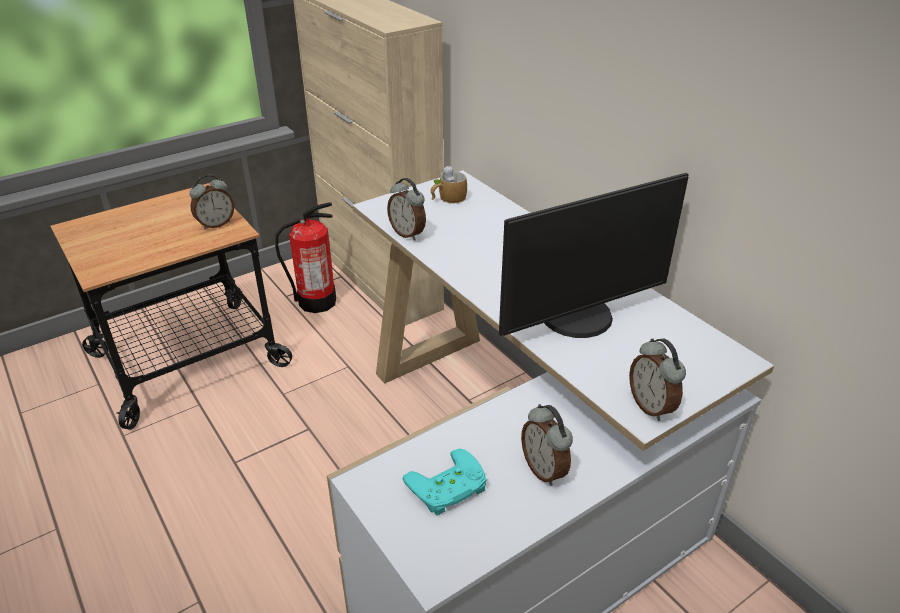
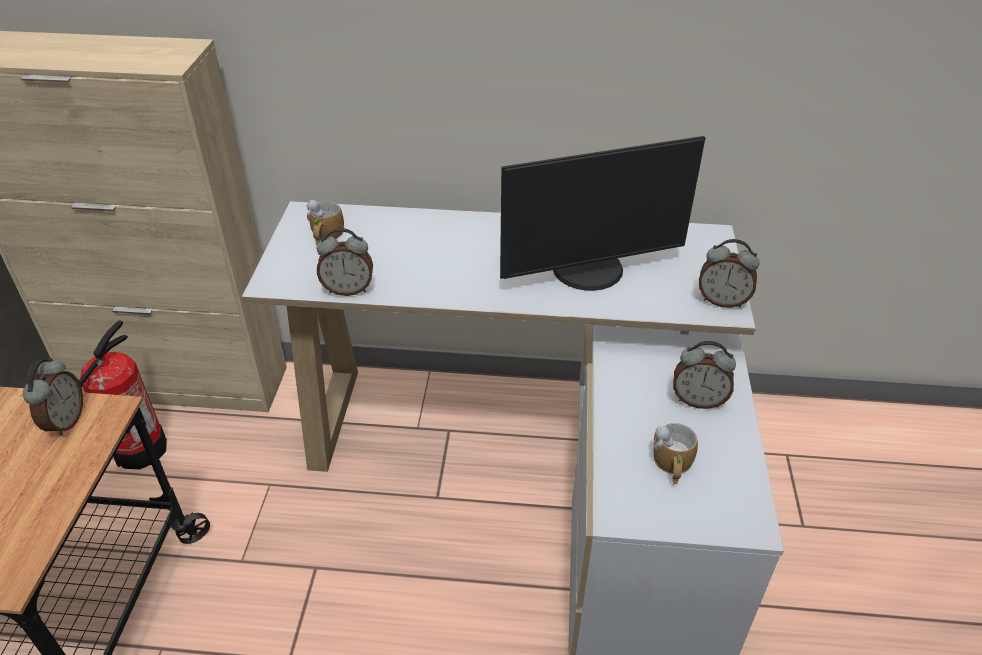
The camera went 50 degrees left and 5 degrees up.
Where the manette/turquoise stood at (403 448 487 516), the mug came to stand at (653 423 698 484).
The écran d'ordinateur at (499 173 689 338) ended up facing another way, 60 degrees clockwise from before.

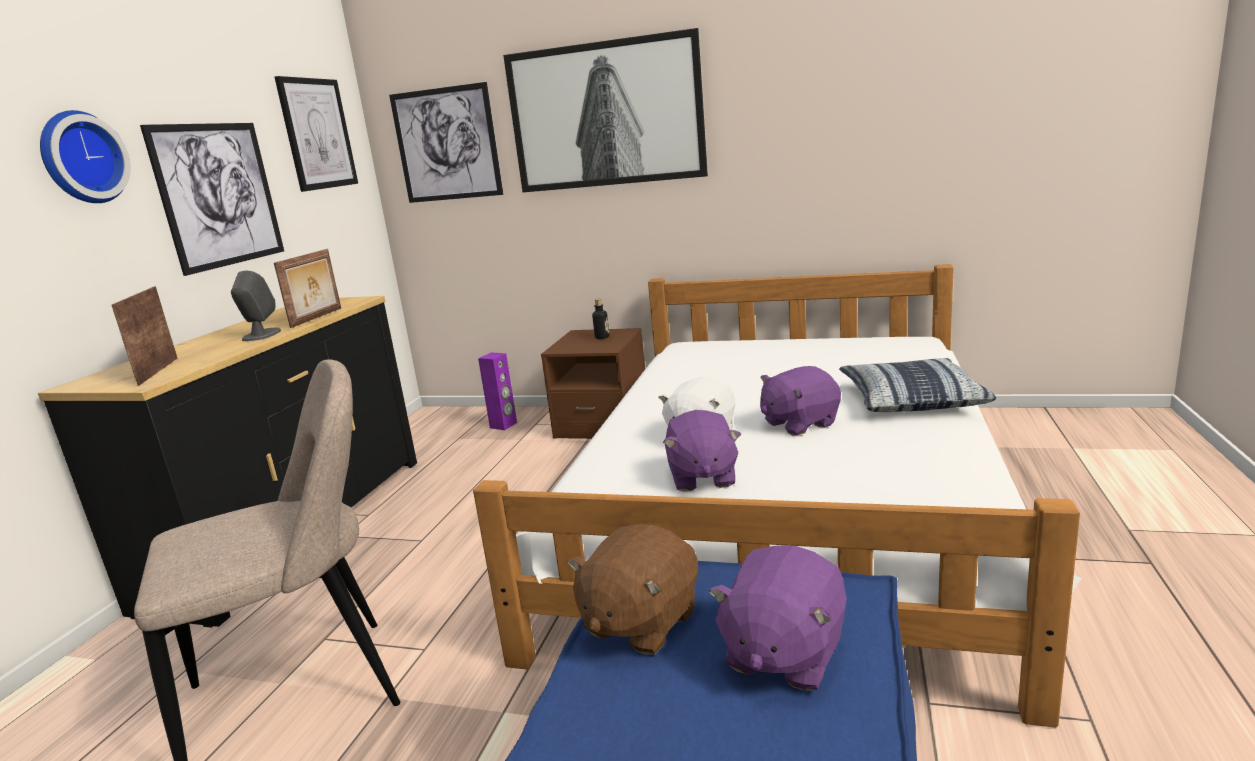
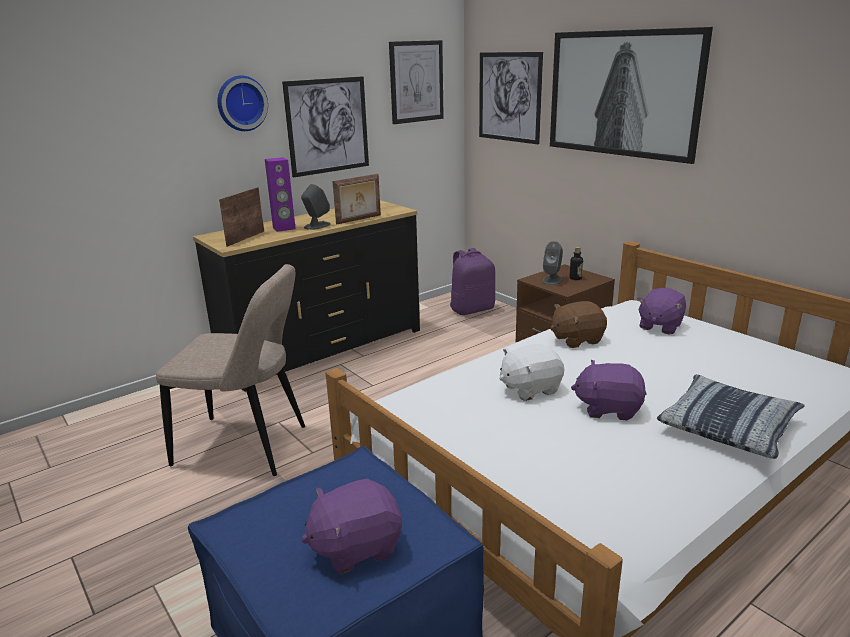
The camera went 35 degrees right and 5 degrees up.
The enceinte/violet ended up elsewhere, having gone from (478 353 517 430) to (265 157 296 232).
The peluche/marron ended up elsewhere, having gone from (567 524 698 655) to (550 301 607 348).
The peluche/violet ended up elsewhere, having gone from (663 410 741 491) to (638 288 686 334).
The second view gained the sac à dos/violet at (450 248 495 315).
The second view gained the enceinte/gris at (542 241 563 285).

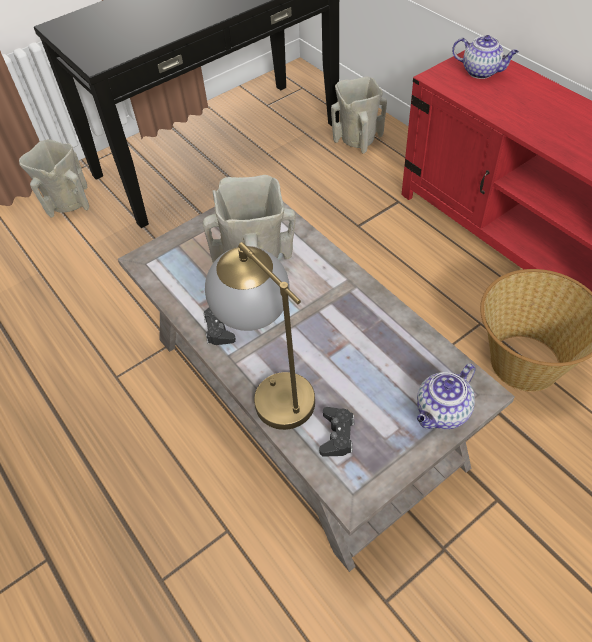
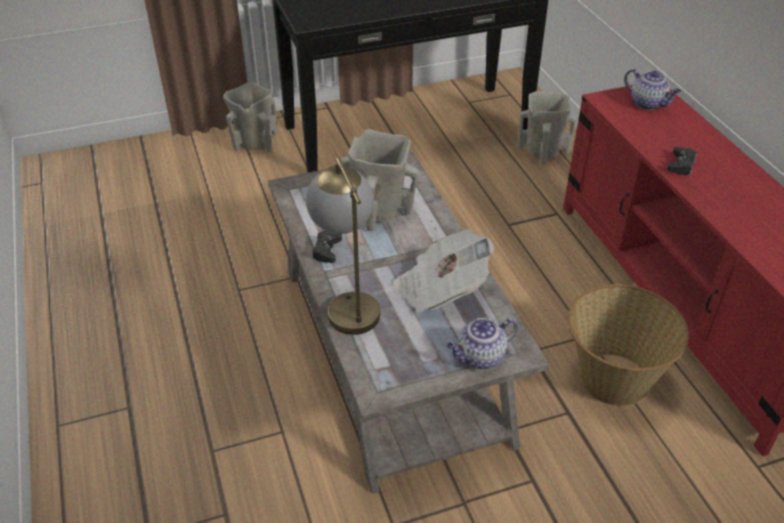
The camera went 15 degrees right and 10 degrees down.
The manette/noir ended up elsewhere, having gone from (319 407 355 457) to (667 147 697 175).
The second view gained the journal at (393 229 495 314).

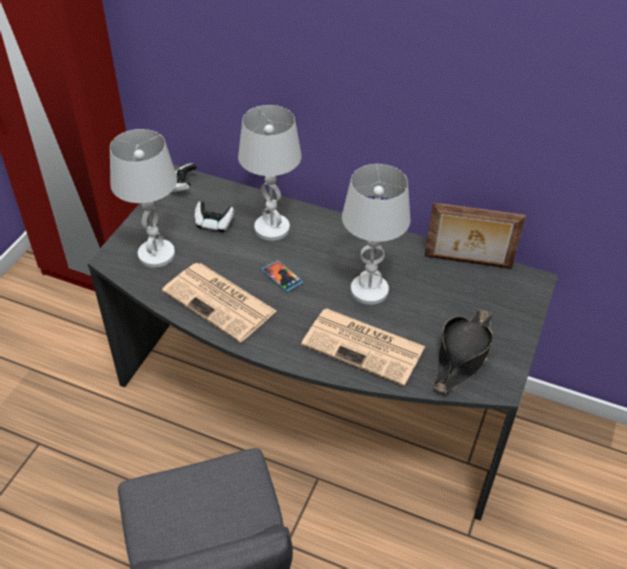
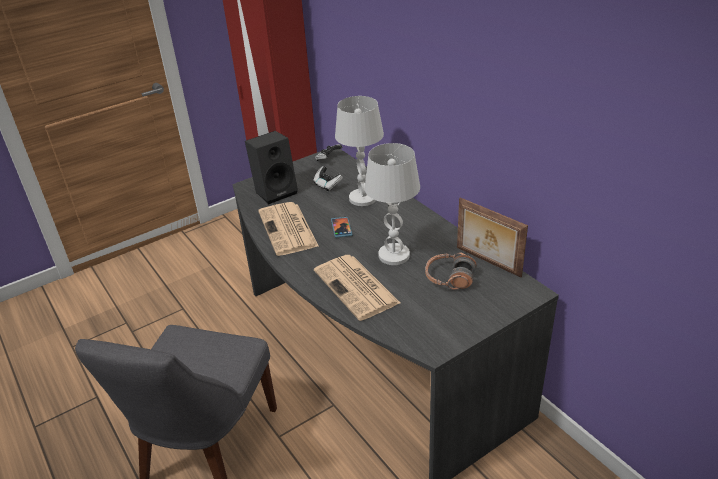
The camera went 35 degrees right and 10 degrees down.
Where the lampe de table/blanc stood at (110 129 177 268), the enceinte/noir came to stand at (245 131 298 204).
The second view lost the chapeau/noir at (434 309 493 394).
The second view gained the casque audio at (425 252 477 290).

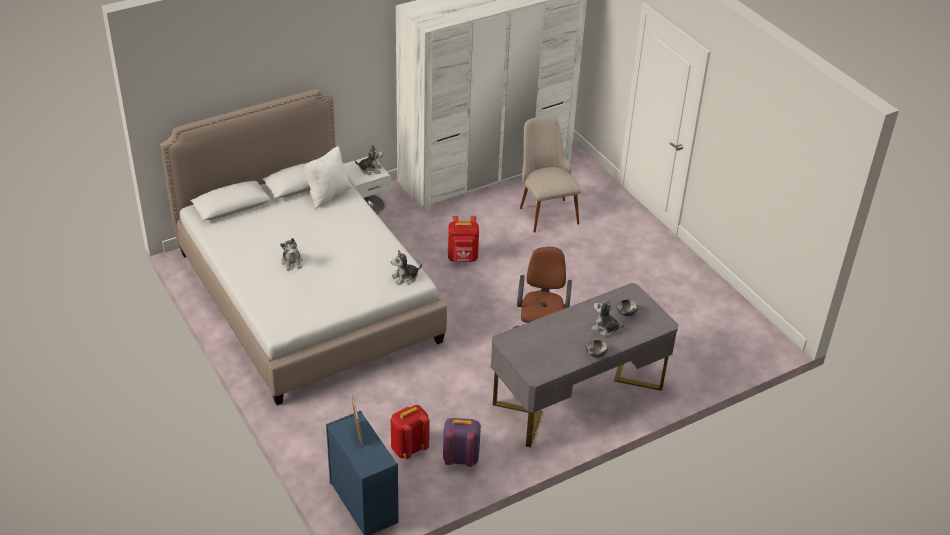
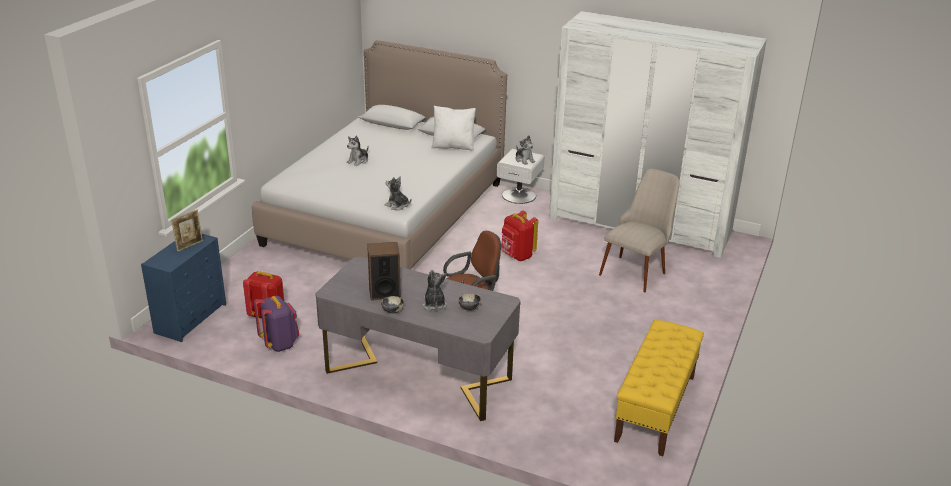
The camera went 55 degrees right and 10 degrees down.
The second view gained the enceinte at (367 242 401 300).
The second view gained the banc/jaune at (614 320 704 456).

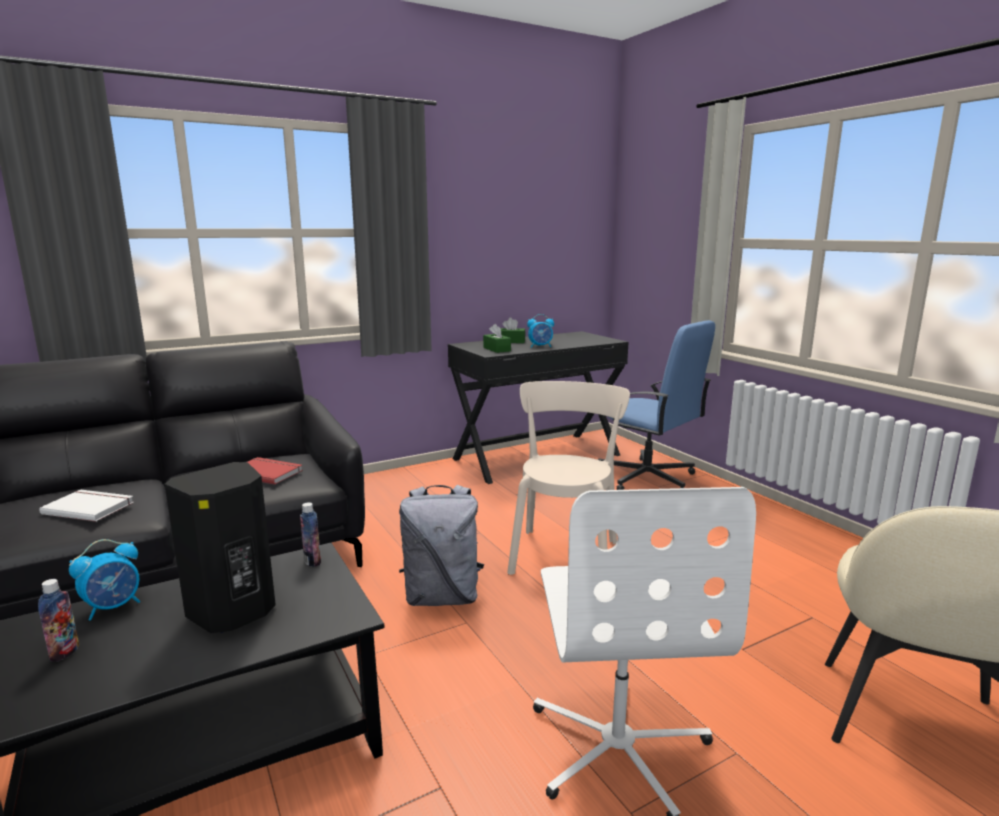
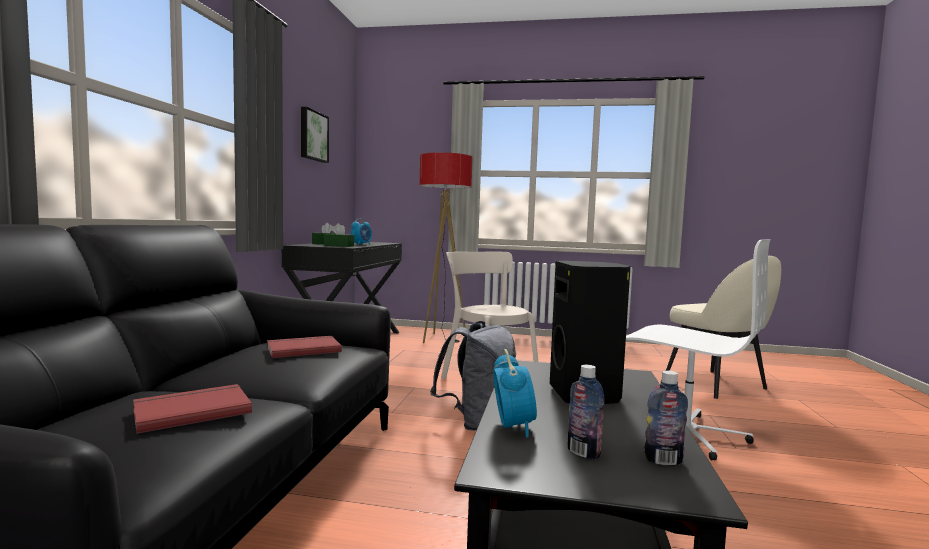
The camera went 50 degrees left and 10 degrees down.
What was the livre/blanc at (39 490 134 522) turned into the livre/rouge at (133 384 252 434).
The bouteille ended up elsewhere, having gone from (300 502 321 567) to (644 370 688 466).
Where the chaise de bureau/bleu stood at (597 320 715 490), the lampadaire came to stand at (420 152 473 343).
The second view gained the tableau at (301 107 329 163).

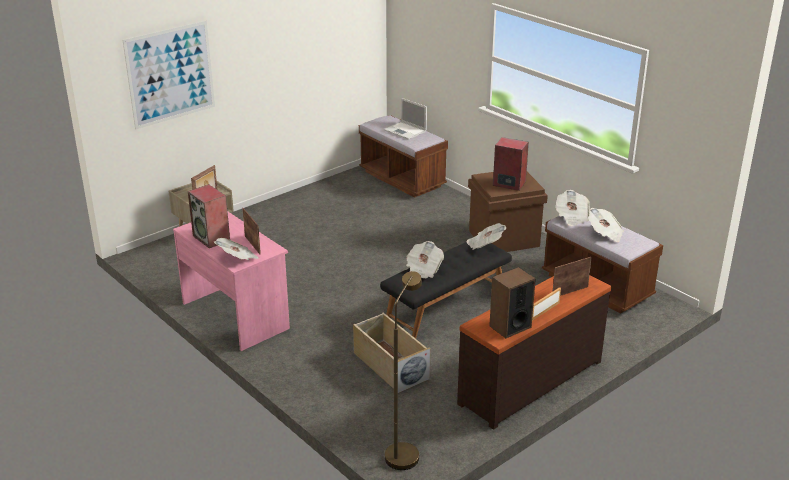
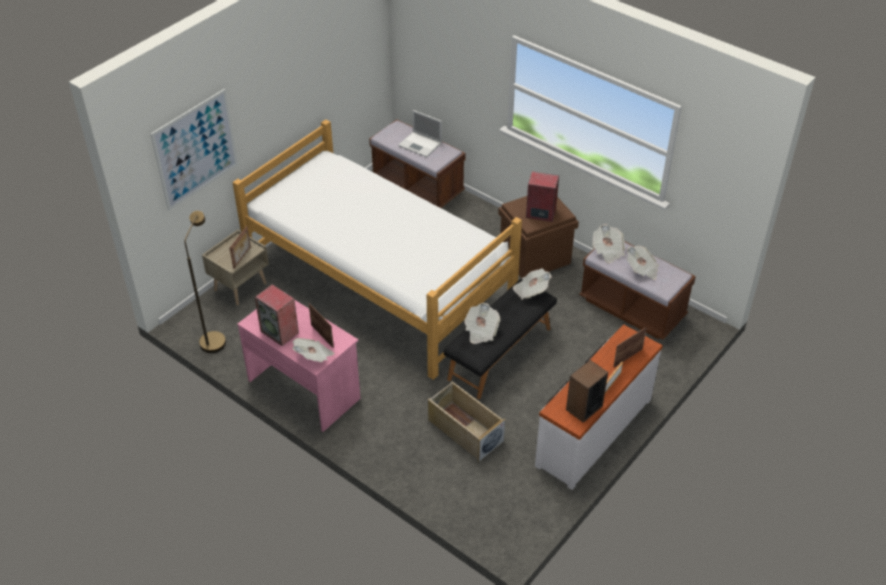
The camera went 10 degrees left and 15 degrees up.
The lampadaire/marron ended up elsewhere, having gone from (385 271 422 470) to (185 211 226 353).
What was the commode/marron at (457 275 611 430) turned into the commode/blanc at (535 325 663 490).
The second view gained the lit at (233 120 522 380).

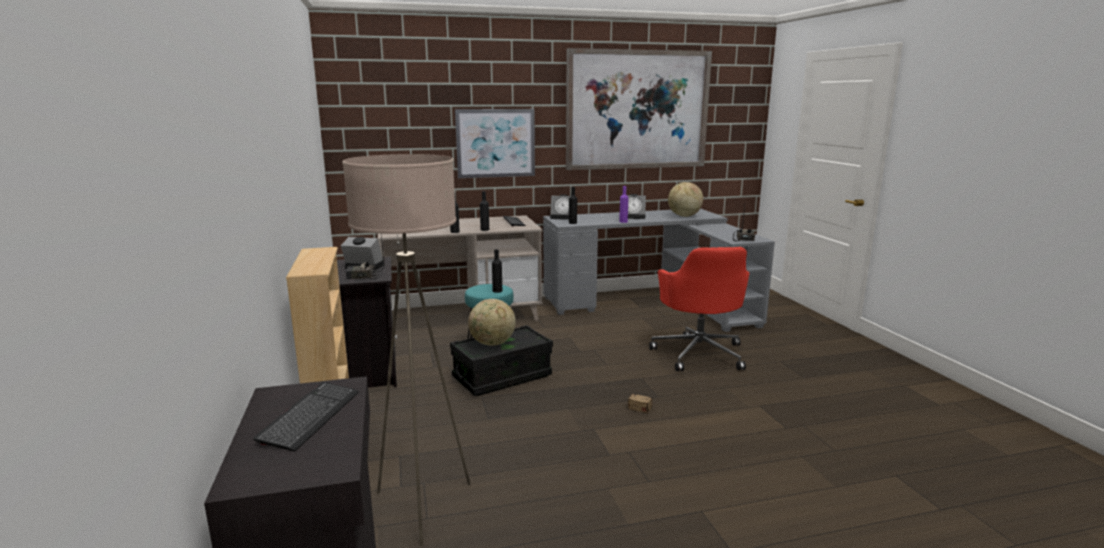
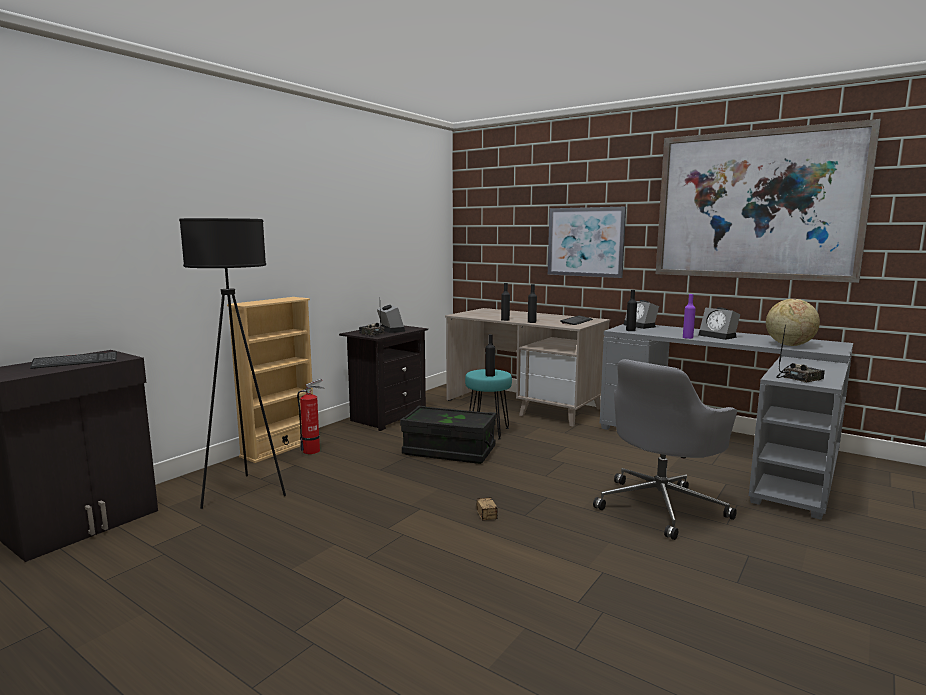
The camera went 50 degrees right and 5 degrees down.
What was the lampadaire/beige at (342 154 471 546) turned into the lampadaire/noir at (179 218 286 509).
The second view lost the globe at (468 299 516 346).
What was the chaise de bureau/rouge at (649 247 749 371) turned into the chaise de bureau/gris at (593 359 737 540).
The second view gained the extincteur at (297 379 324 454).

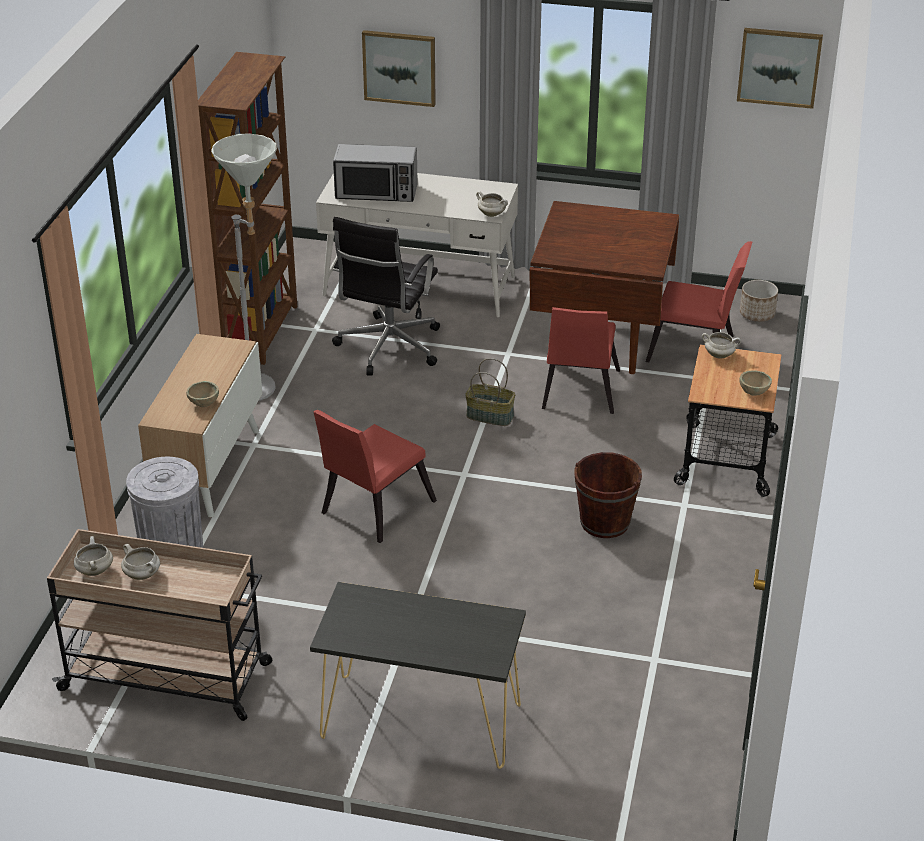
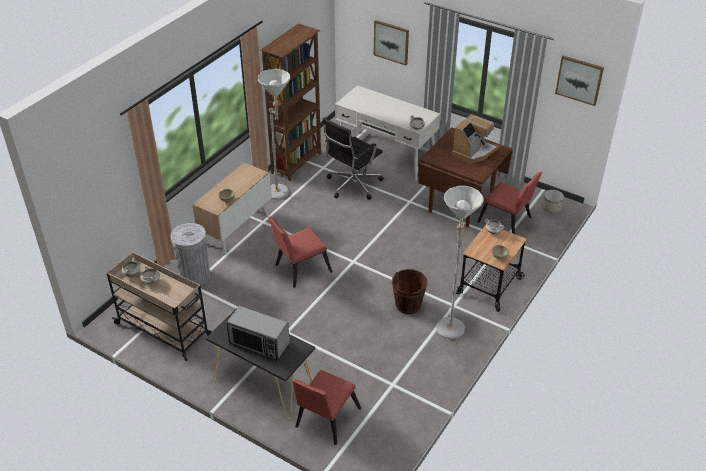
The camera went 20 degrees right and 5 degrees up.
The micro-ondes ended up elsewhere, having gone from (333 144 418 202) to (226 306 290 360).
The second view lost the panier at (465 358 515 426).
The chaise/rouge ended up elsewhere, having gone from (542 307 620 414) to (293 370 361 445).
The second view gained the lampadaire/gris at (436 186 484 339).
The second view gained the machine à café at (451 114 499 164).

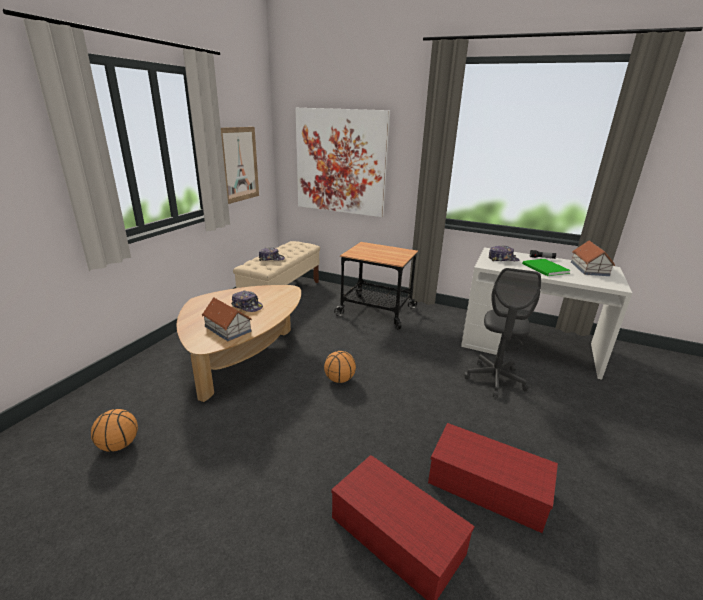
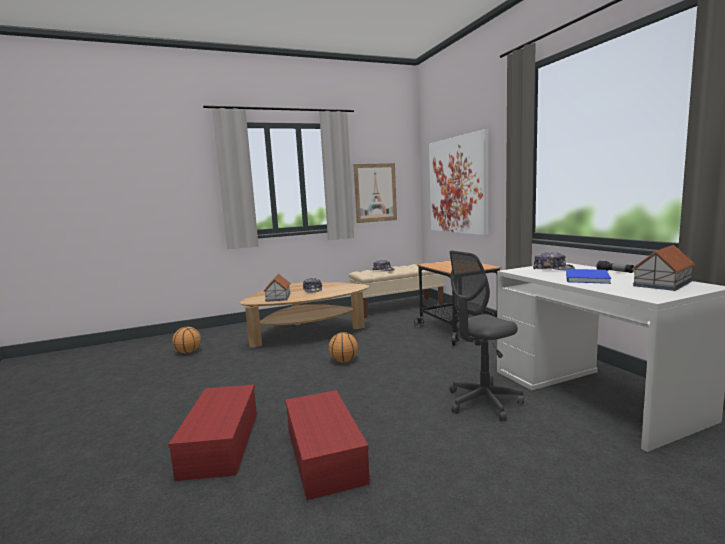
The camera went 45 degrees right and 15 degrees down.
What was the livre/vert at (522 259 571 276) turned into the livre/bleu at (566 269 611 284).

